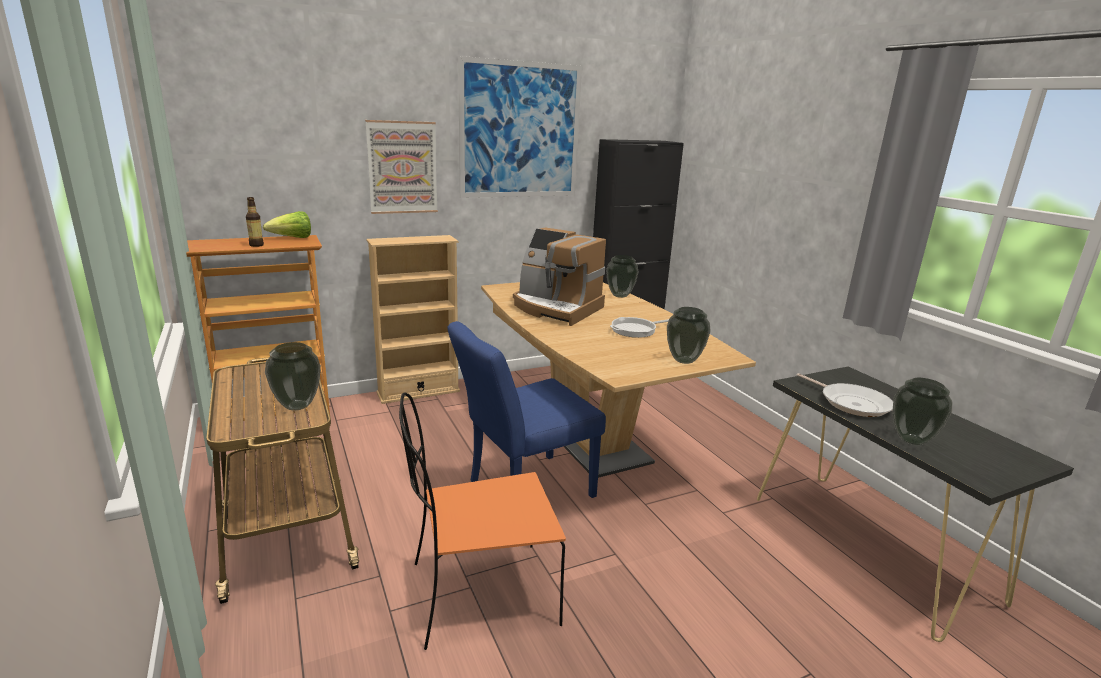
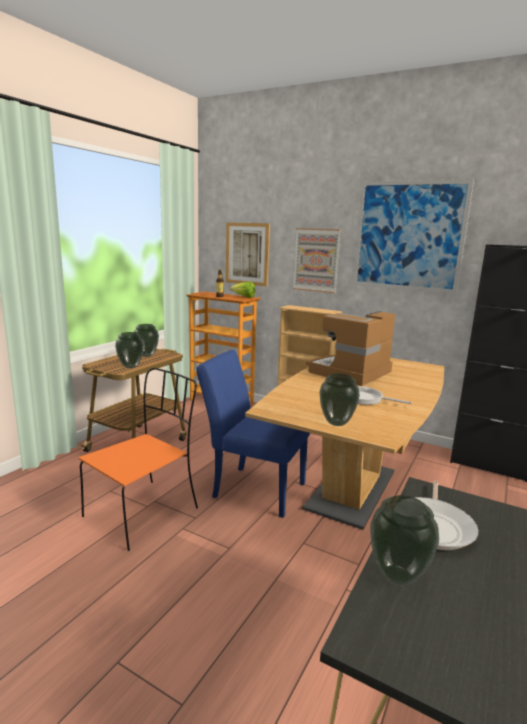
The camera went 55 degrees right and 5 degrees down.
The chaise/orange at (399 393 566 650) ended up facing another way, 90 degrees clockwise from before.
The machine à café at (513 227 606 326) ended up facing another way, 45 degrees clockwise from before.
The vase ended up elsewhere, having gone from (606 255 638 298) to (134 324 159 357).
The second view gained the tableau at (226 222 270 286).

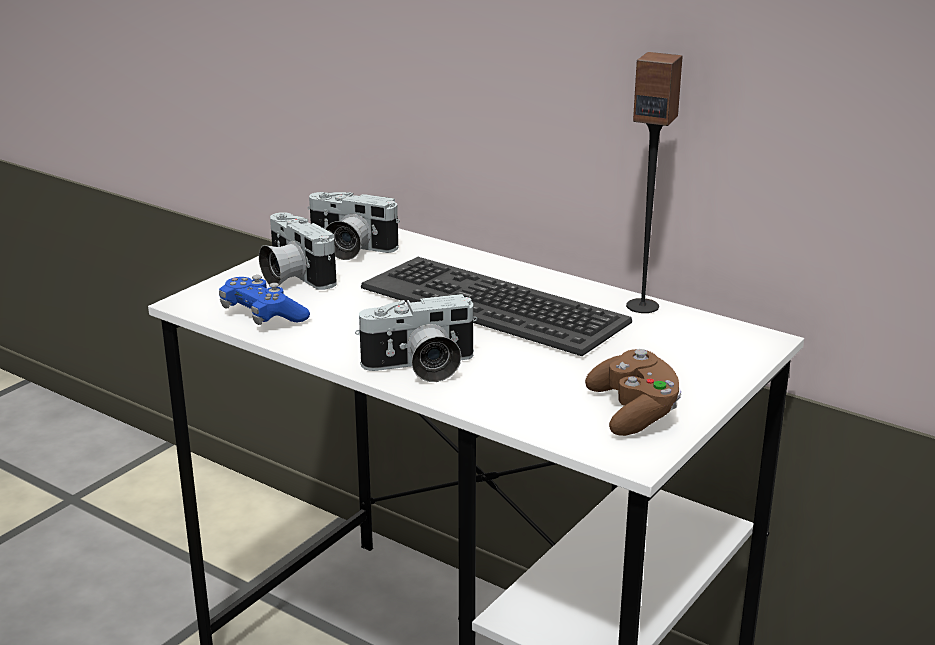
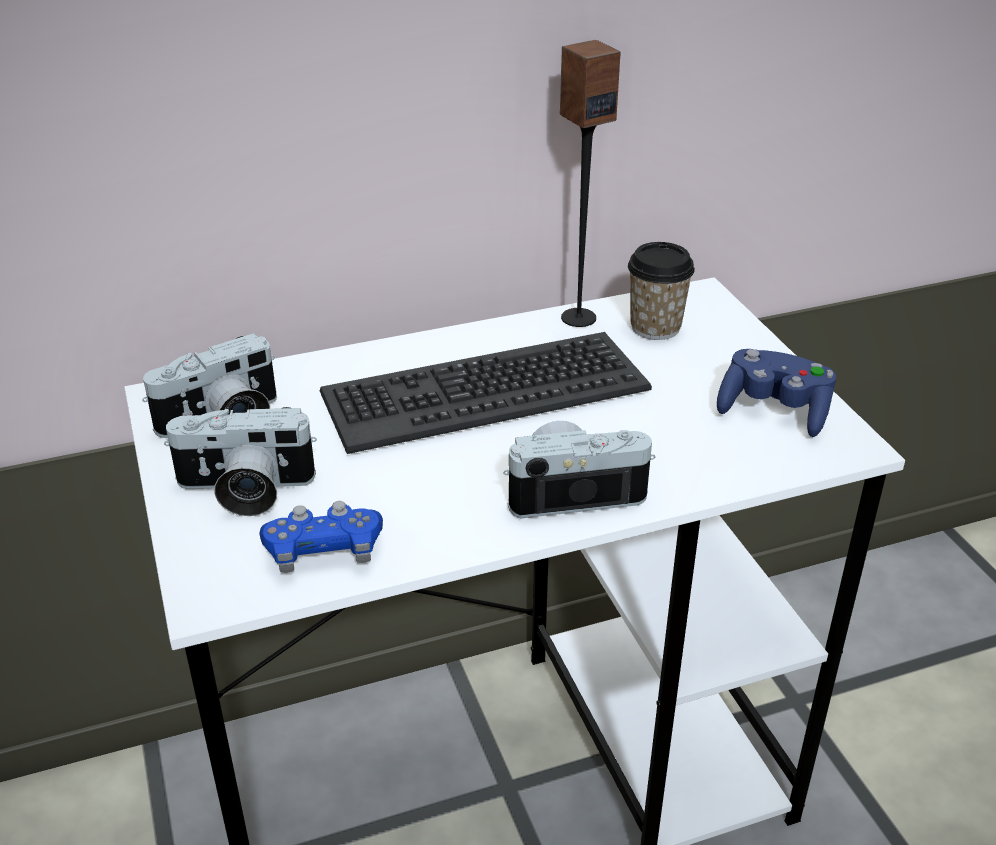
The camera went 55 degrees left and 10 degrees up.
The appareil photo at (355 294 477 382) ended up facing another way, 120 degrees counterclockwise from before.
What was the manette/marron at (585 349 681 436) turned into the manette/bleu at (717 349 836 437).
The second view gained the tasse at (628 242 695 340).

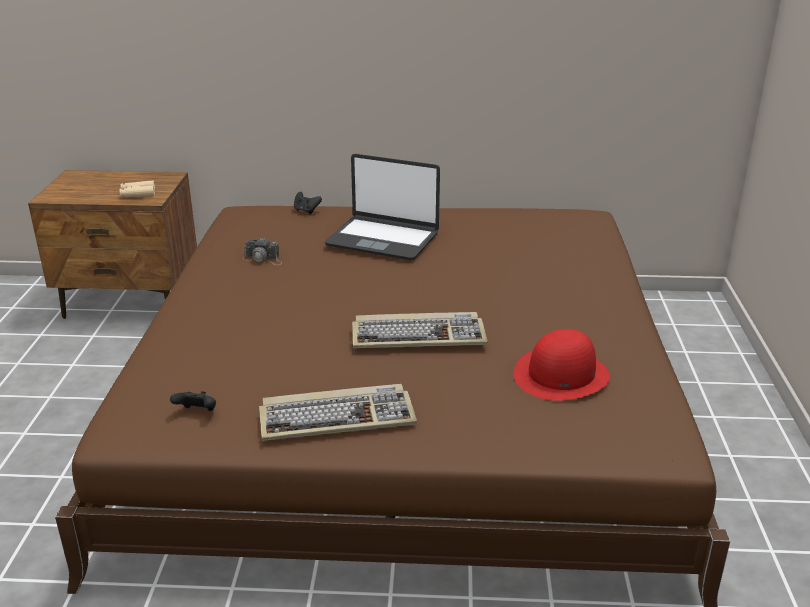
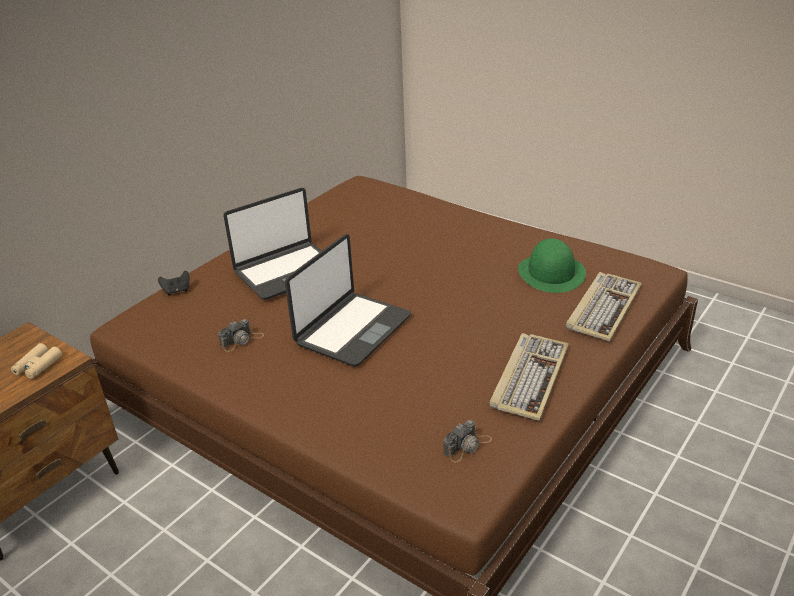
The camera went 55 degrees left and 5 degrees up.
Where the manette/noir stood at (170 391 216 411), the appareil photo came to stand at (443 420 492 462).
The clavier ended up elsewhere, having gone from (352 312 488 348) to (566 272 642 341).
What was the chapeau/rouge at (514 329 610 401) turned into the chapeau/vert at (518 238 586 293).
The second view gained the ordinateur portable at (285 234 411 367).

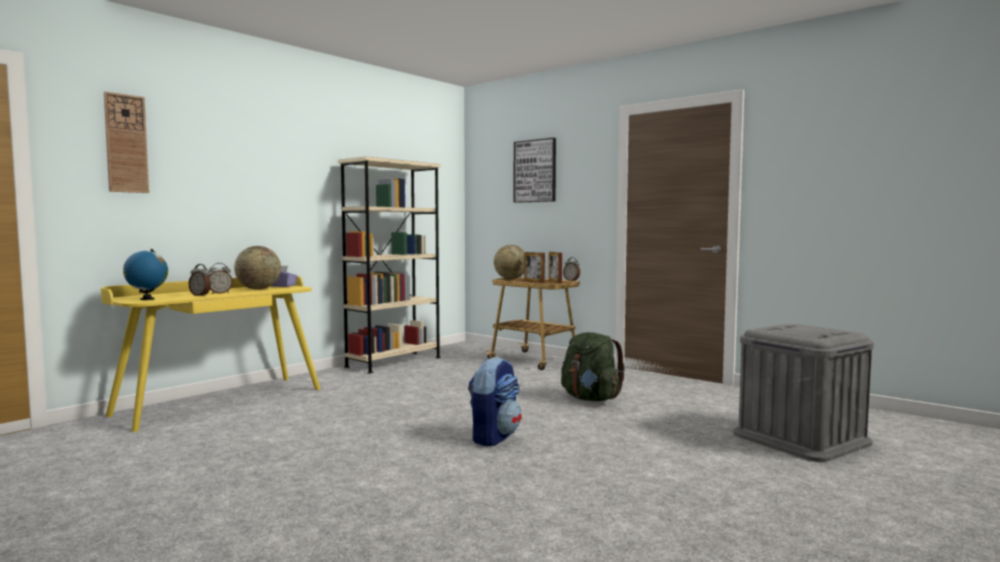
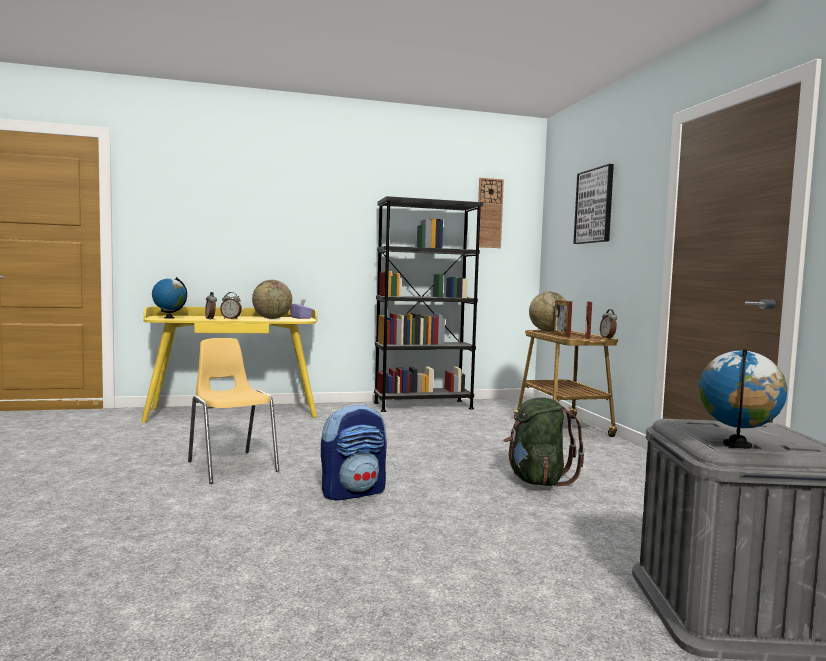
The camera went 35 degrees right and 0 degrees up.
The horloge murale ended up elsewhere, having gone from (104 92 149 193) to (478 178 504 248).
What was the bibliothèque/beige at (338 156 441 374) turned into the bibliothèque/noir at (374 196 483 412).
The second view gained the chaise/jaune at (188 338 279 484).
The second view gained the globe at (699 349 787 449).

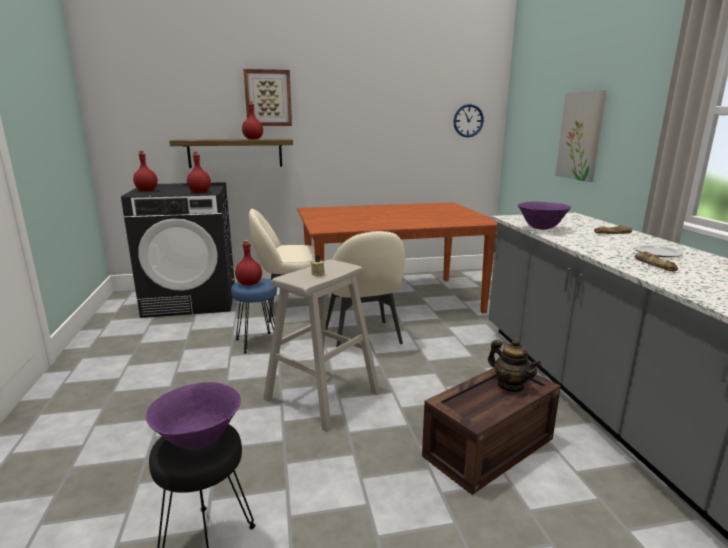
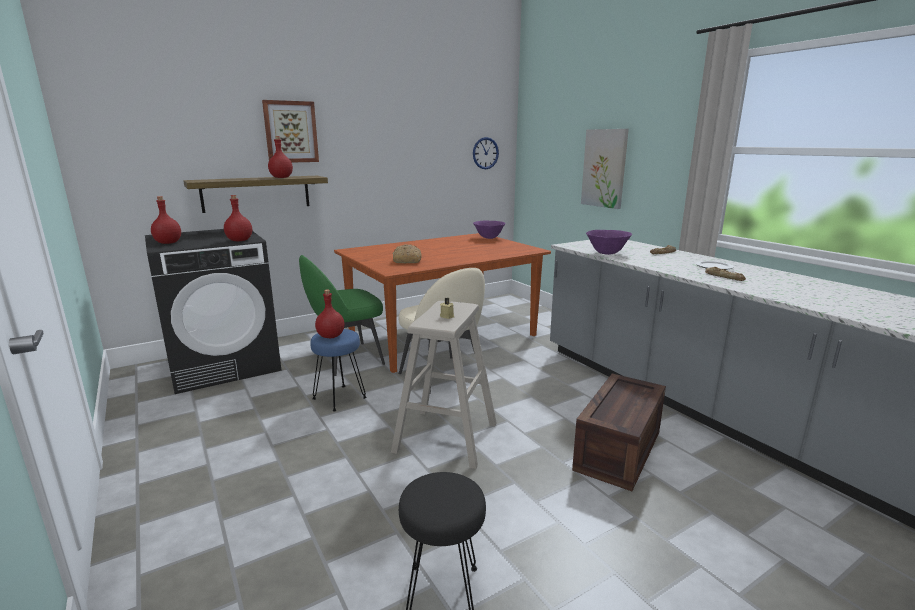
The camera went 20 degrees left and 0 degrees up.
The bol/violet ended up elsewhere, having gone from (146 382 241 450) to (473 220 506 239).
What was the chaise/beige at (249 209 315 323) turned into the chaise/vert at (299 255 385 376).
The second view lost the théière at (488 338 541 392).
The second view gained the pain at (393 244 421 263).

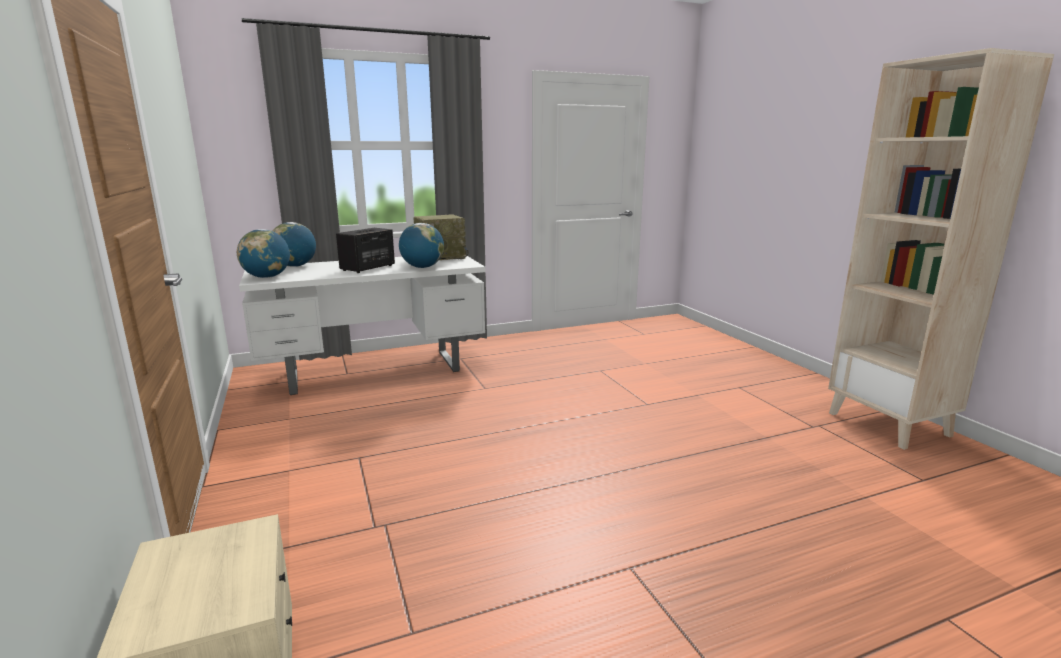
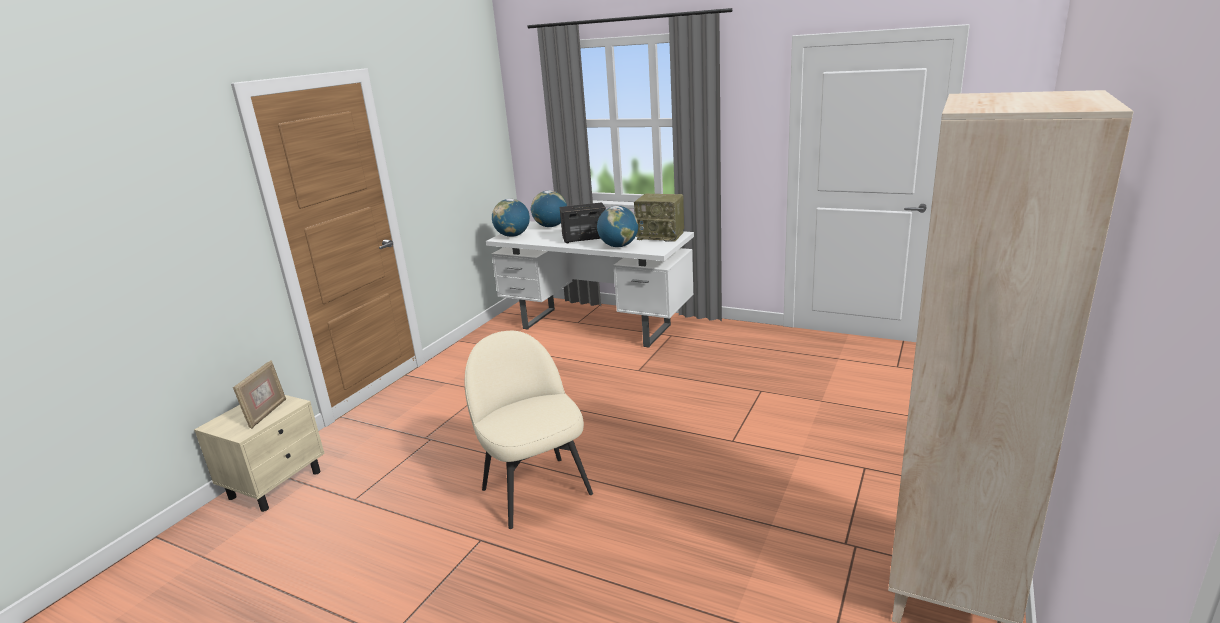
The camera went 50 degrees right and 5 degrees up.
The second view gained the cadre photo at (233 360 286 429).
The second view gained the chaise/beige at (465 331 593 529).

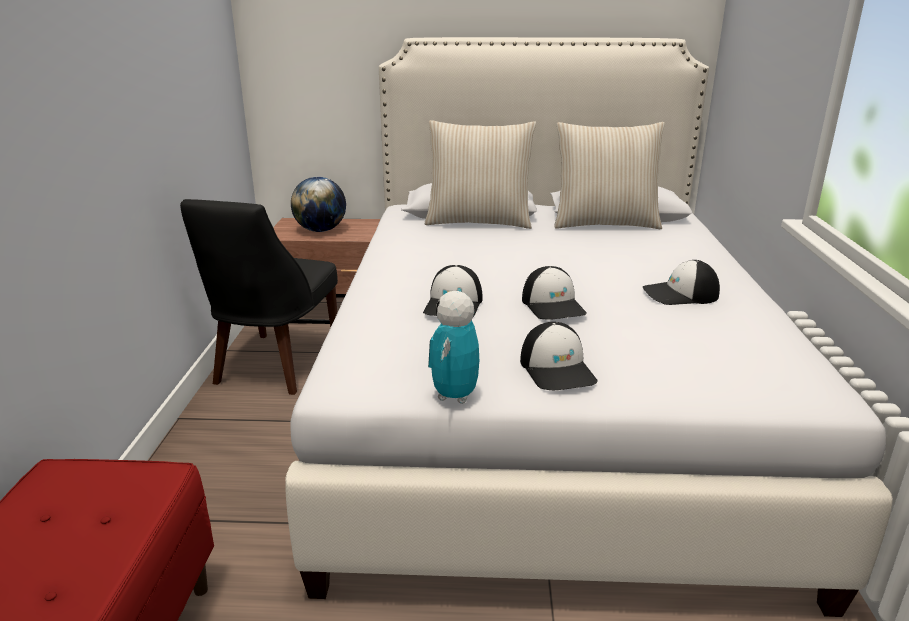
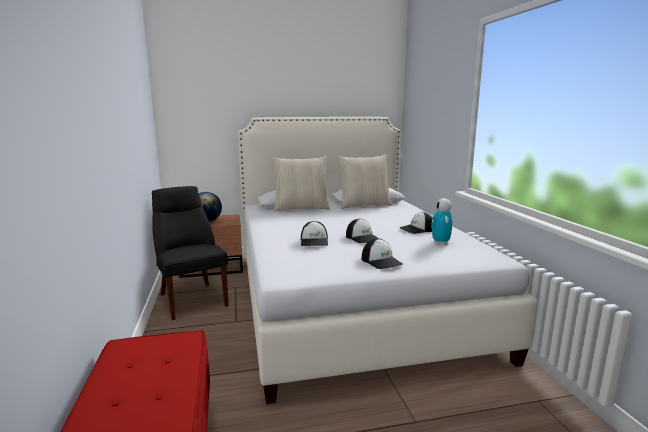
The camera went 15 degrees left and 10 degrees down.
The chaise/noir at (180 199 338 395) ended up facing another way, 150 degrees clockwise from before.
The robot jouet ended up elsewhere, having gone from (428 291 479 404) to (431 198 452 244).

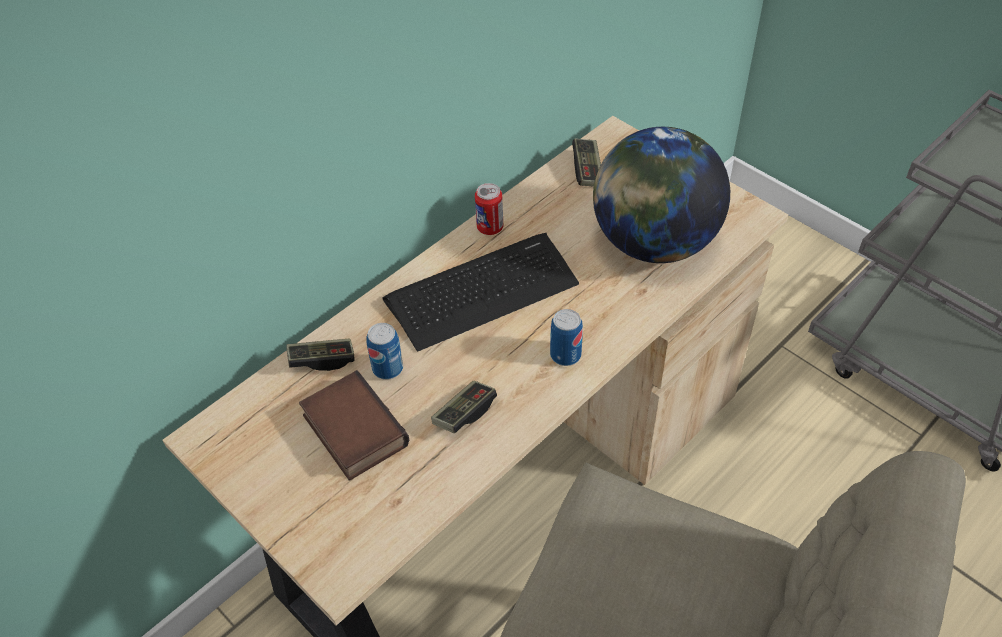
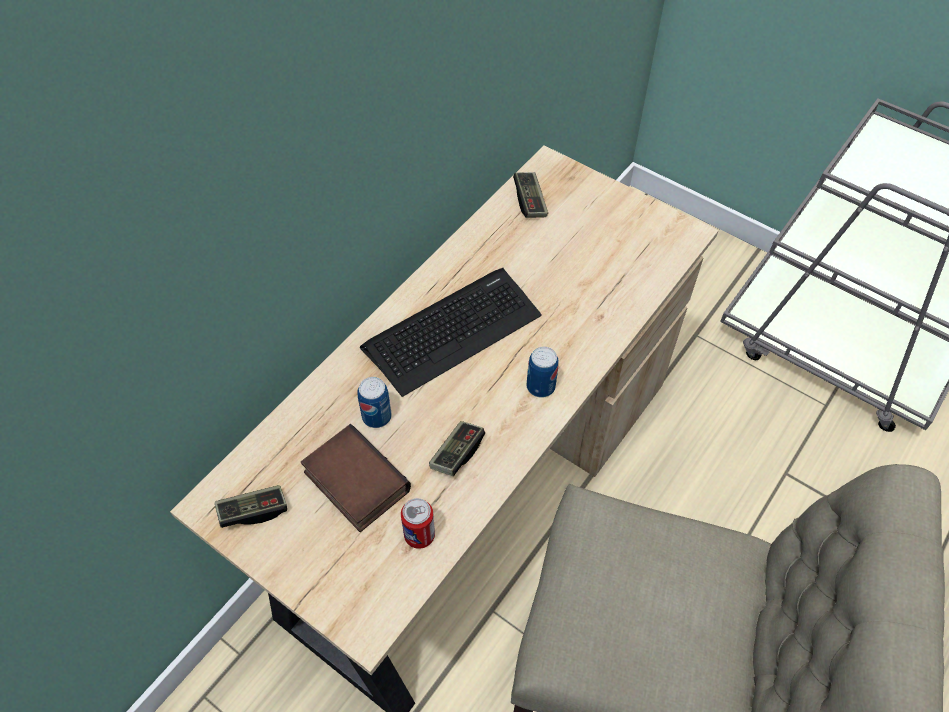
The camera went 10 degrees left and 5 degrees up.
The manette ended up elsewhere, having gone from (286 339 354 371) to (215 485 287 528).
The boîte métallique ended up elsewhere, having gone from (475 183 503 235) to (401 498 435 549).
The second view lost the globe at (593 127 730 263).

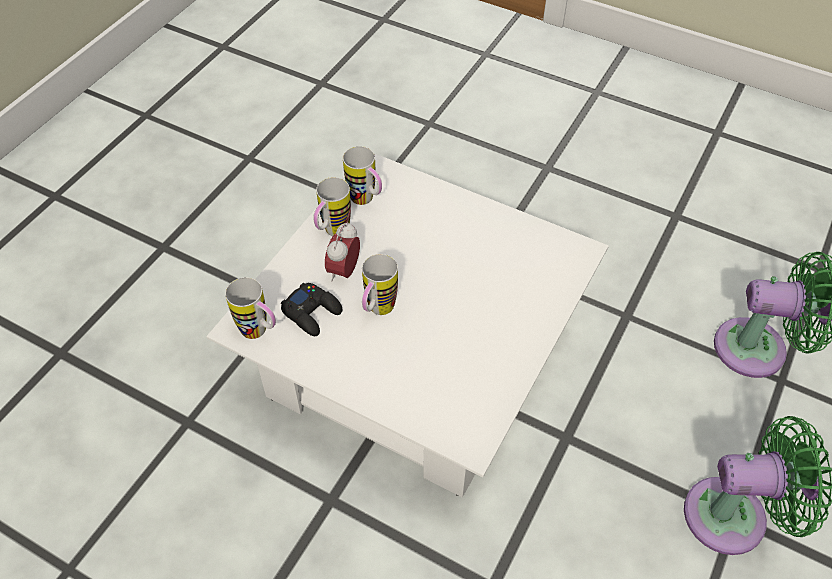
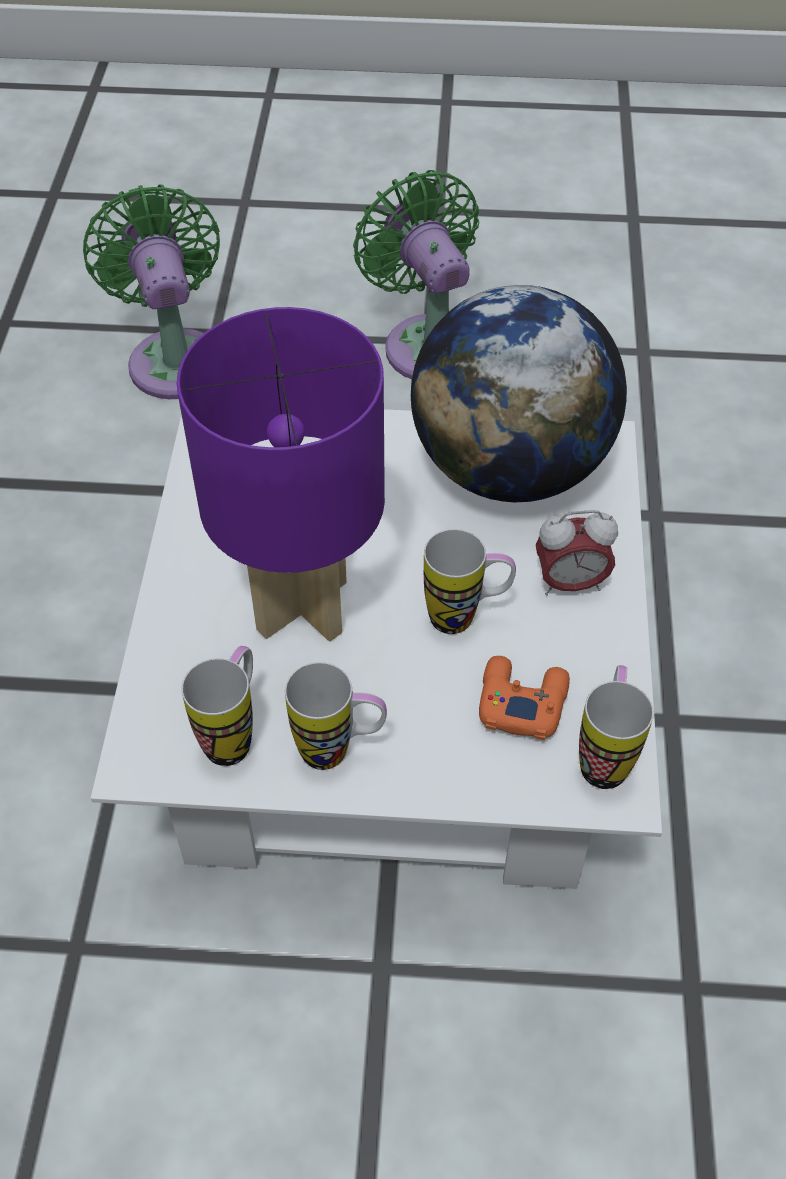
The camera went 115 degrees left and 0 degrees up.
What was the manette/noir at (281 282 342 336) turned into the manette/orange at (479 656 570 740).
The réveil ended up elsewhere, having gone from (325 222 360 281) to (536 510 618 596).
The second view gained the lampe de table/violet at (177 307 385 642).
The second view gained the globe at (411 285 627 502).

